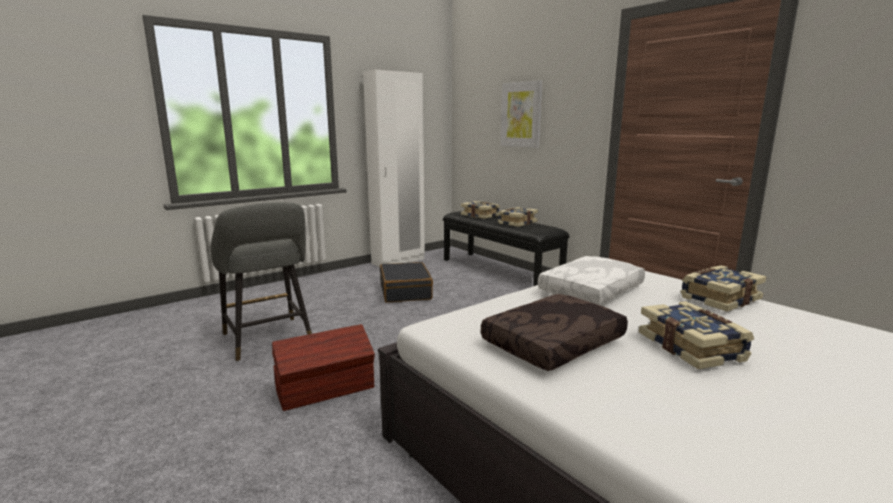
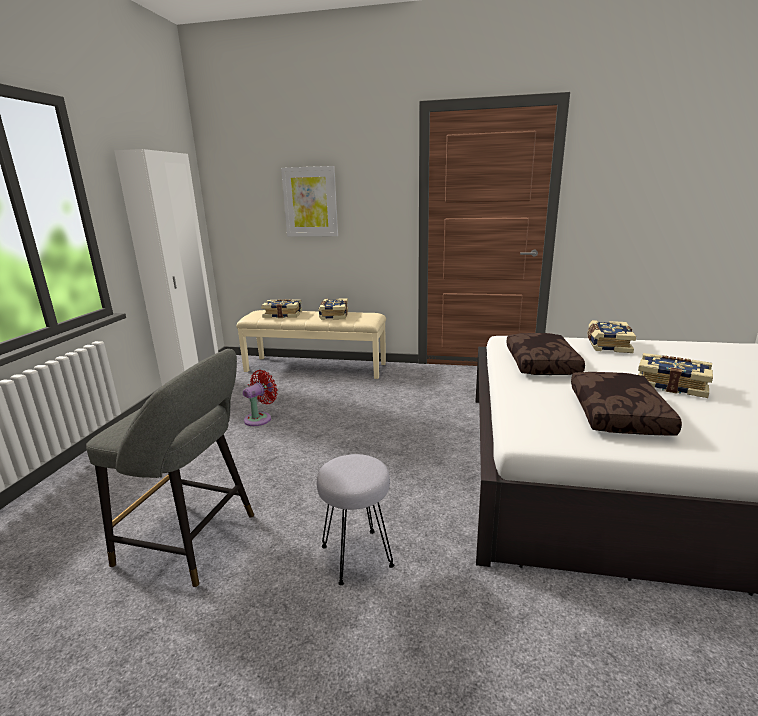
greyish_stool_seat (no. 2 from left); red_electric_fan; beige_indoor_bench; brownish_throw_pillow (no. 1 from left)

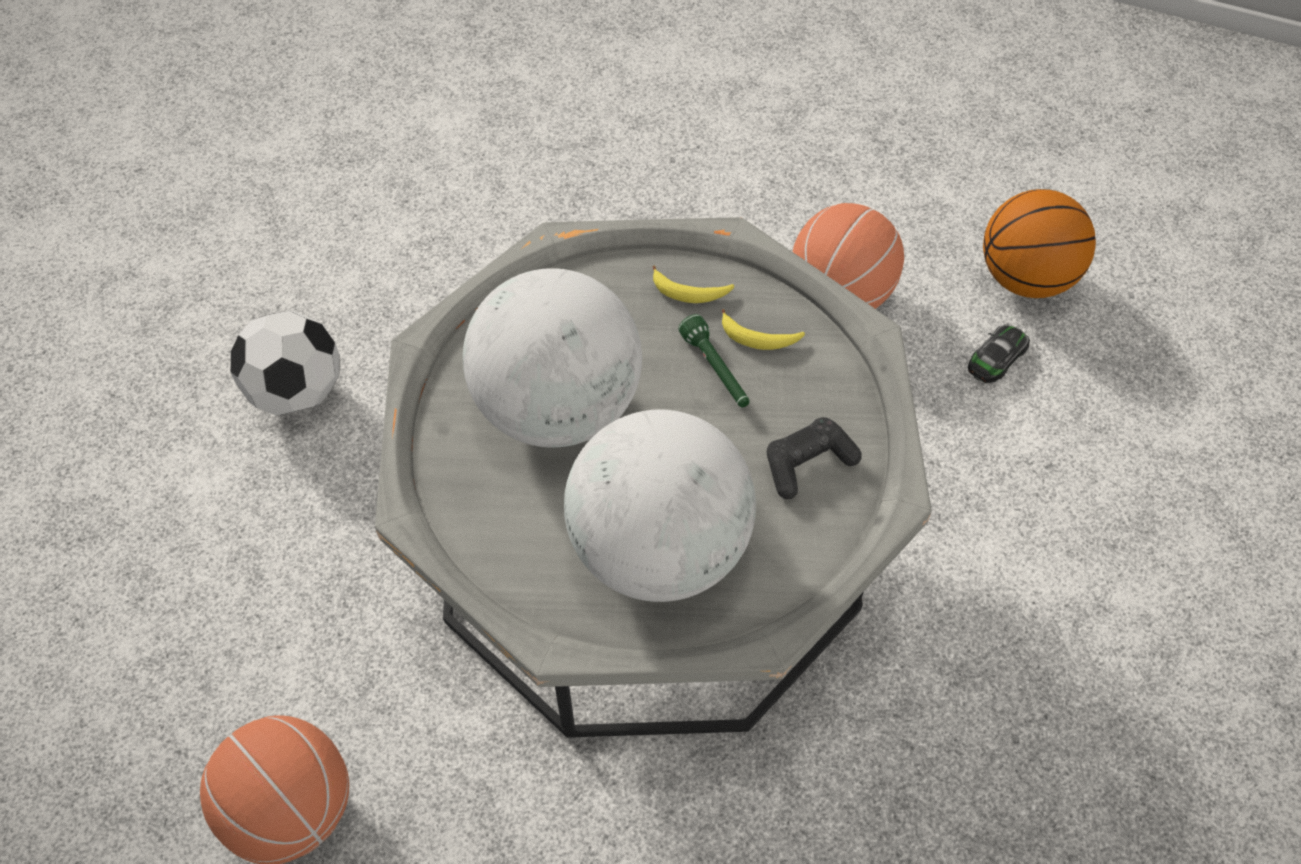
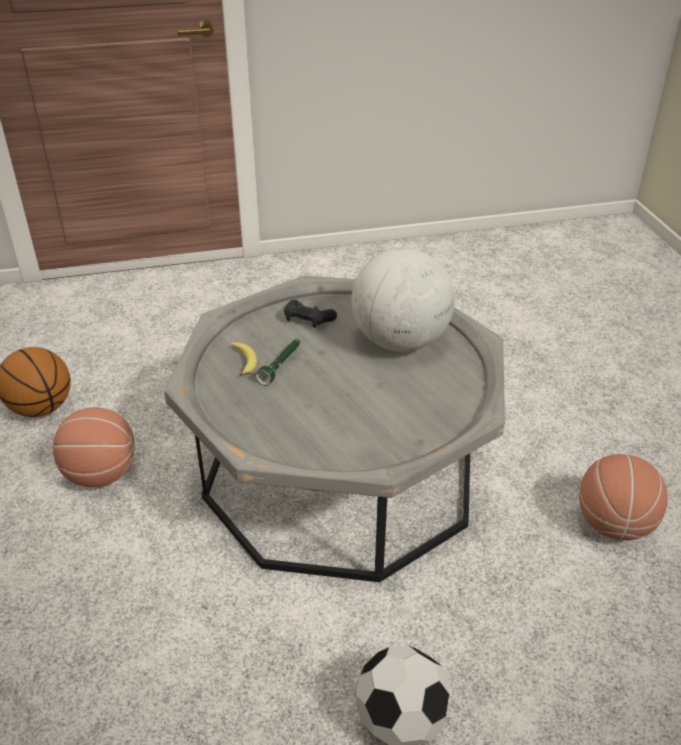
world_globe (no. 1 from left in the first image); banana_fruit (no. 1 from left in the first image); model_car

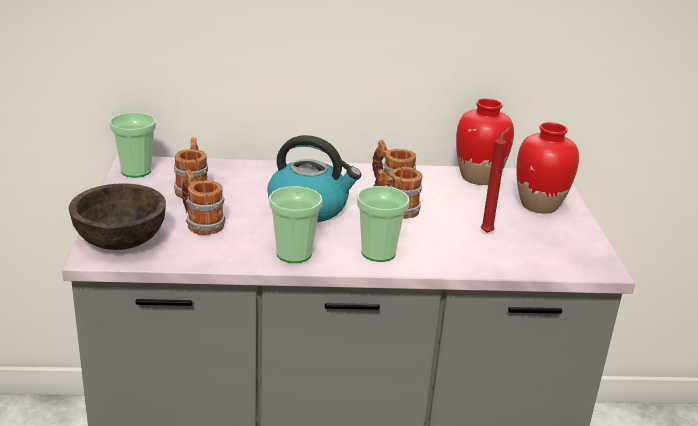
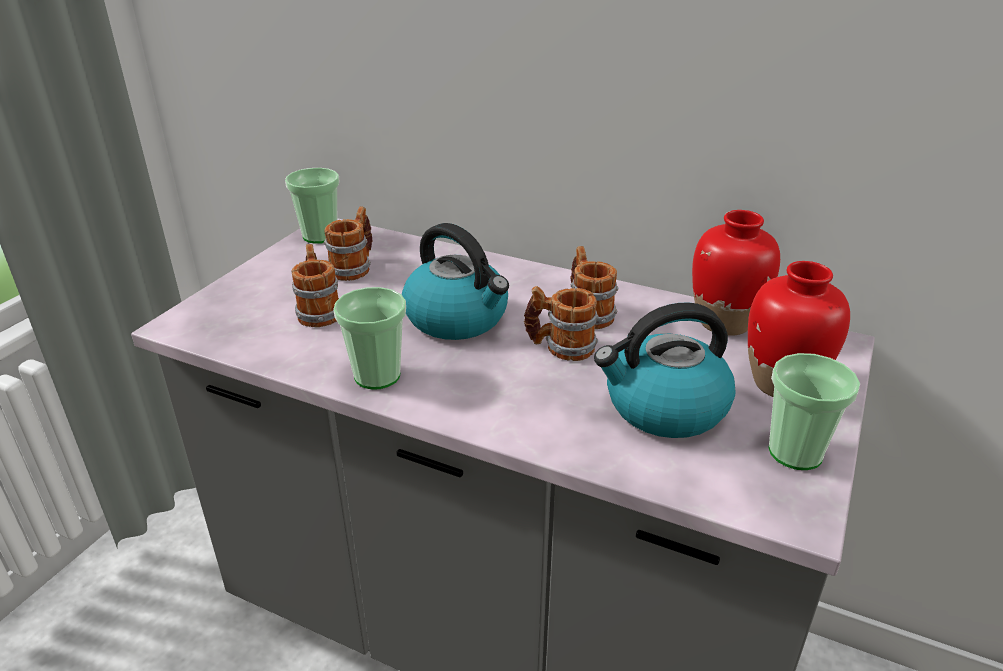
brownish_bowl; cup (no. 3 from left); water_kettle (no. 2 from left)

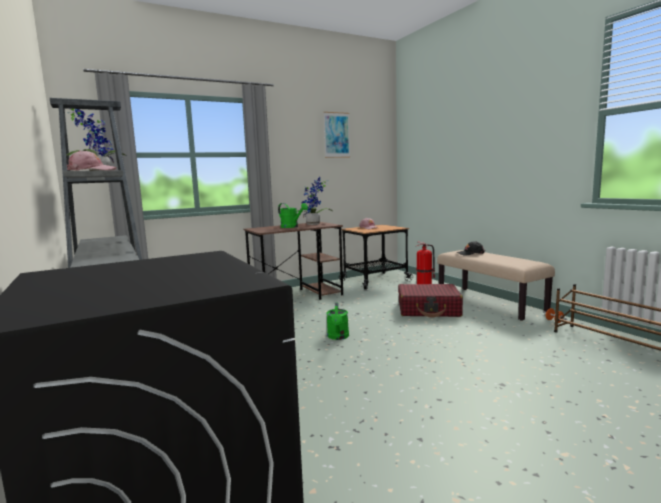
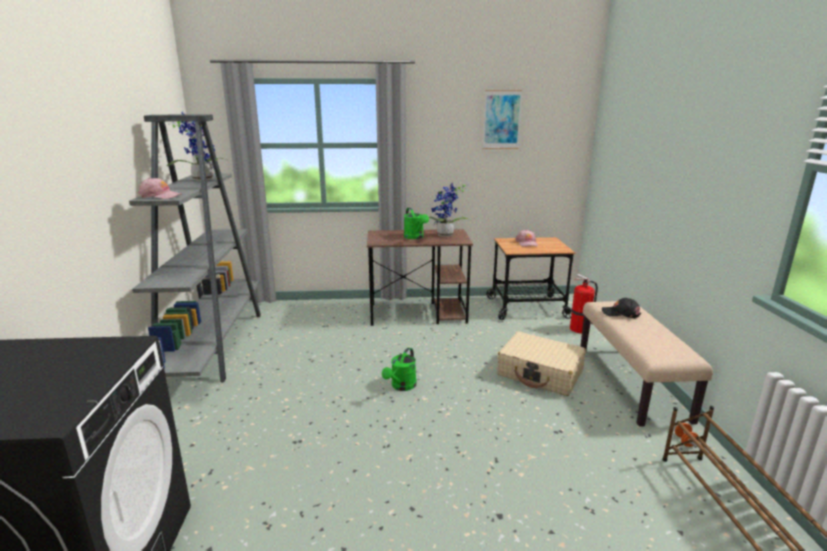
beige_travel_case

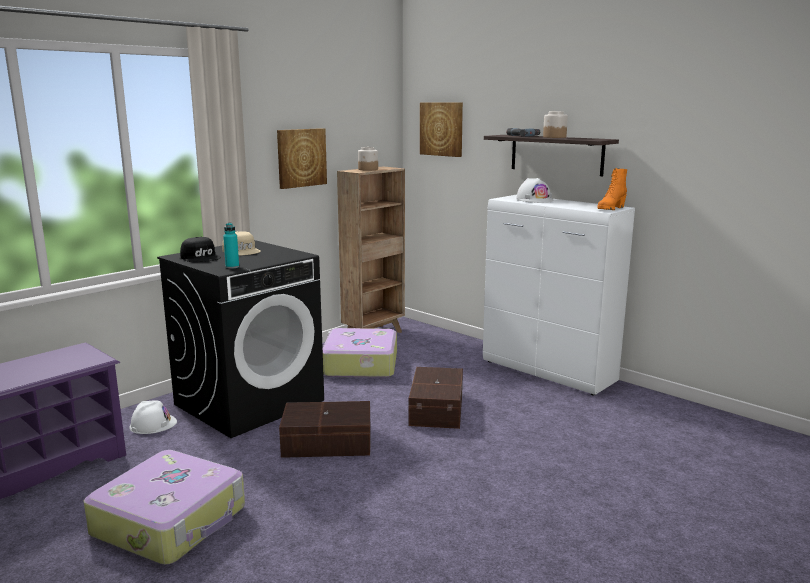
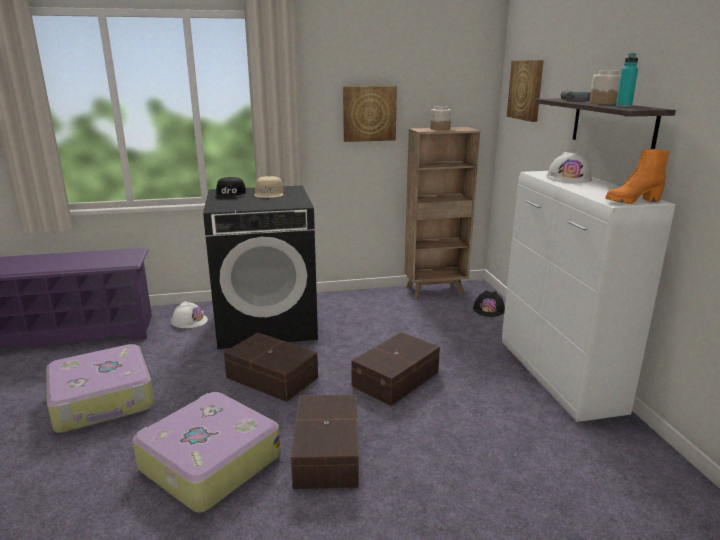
brownish_storage_bin (no. 2 from left); black_hard_hat; turquoise_beverage_bottle; travel_case (no. 2 from left)

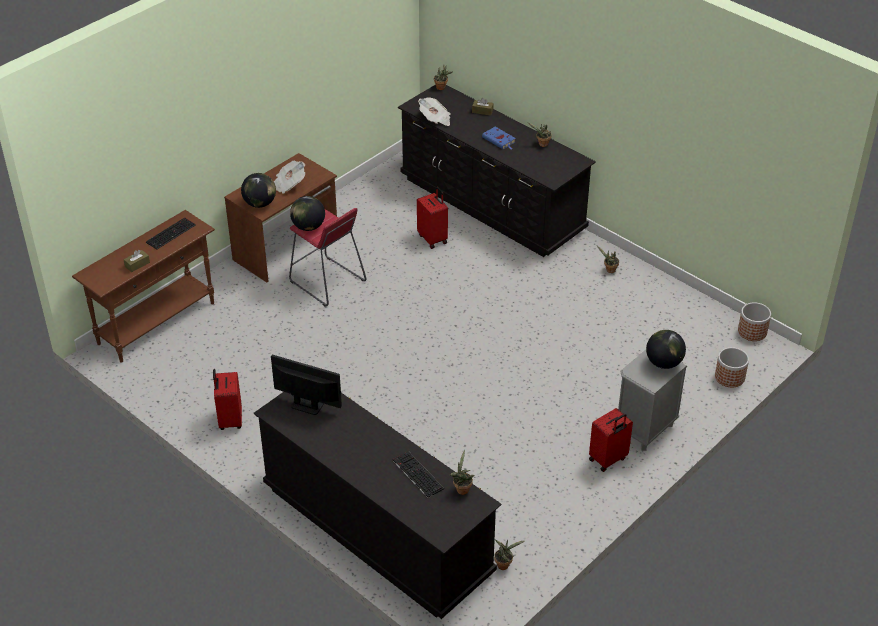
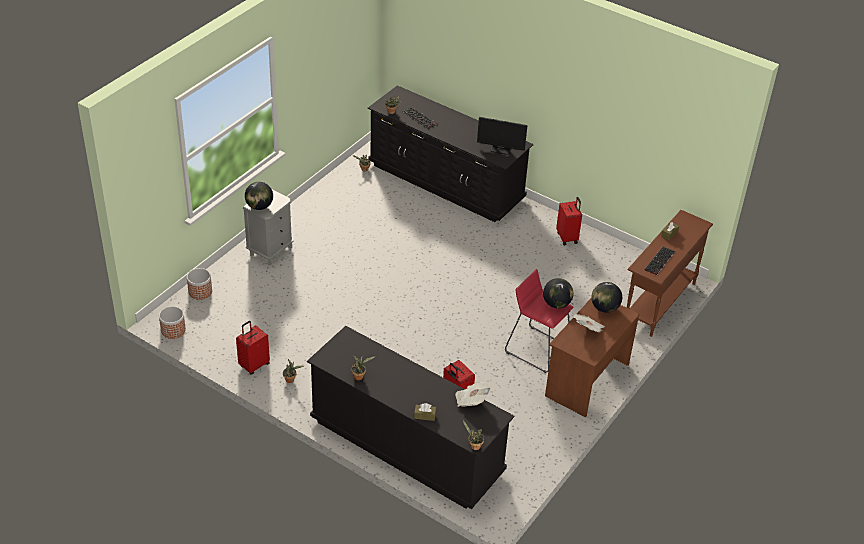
blue-coloured_book; red_travel_case (no. 1 from left)

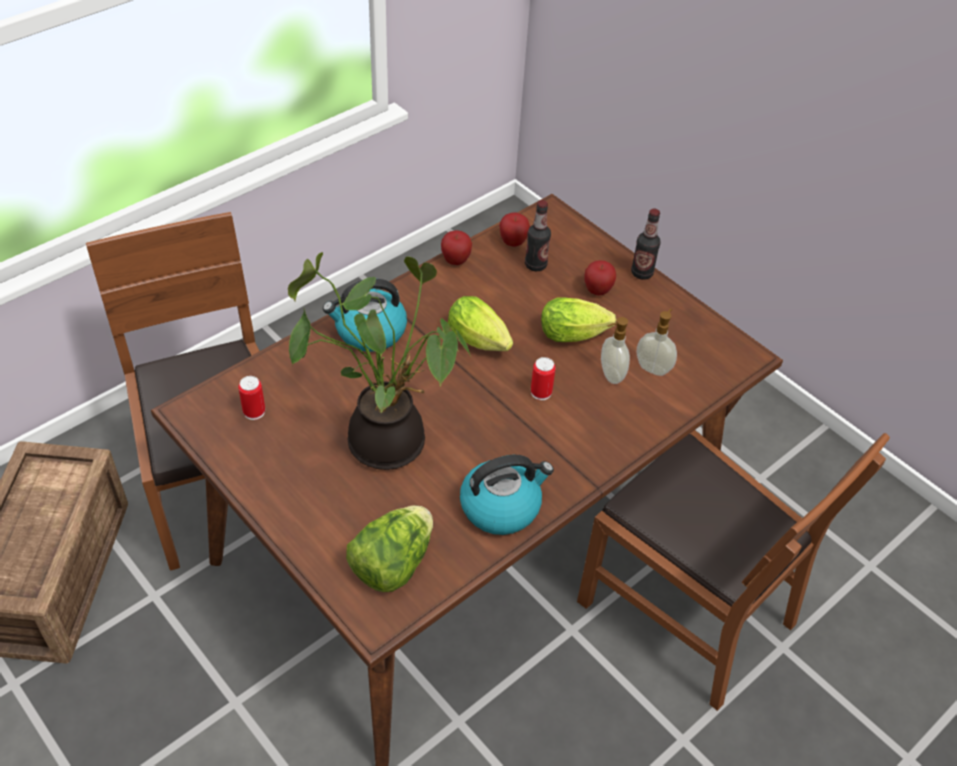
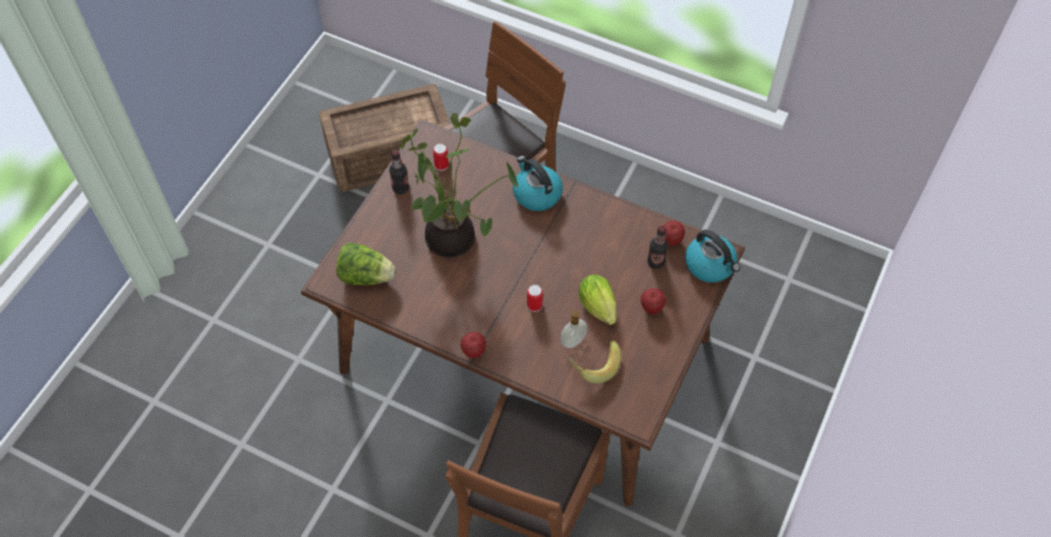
lettuce (no. 2 from left in the first image); apple_fruit (no. 1 from left); water_kettle (no. 2 from left); beverage_bottle (no. 1 from left); banana_fruit

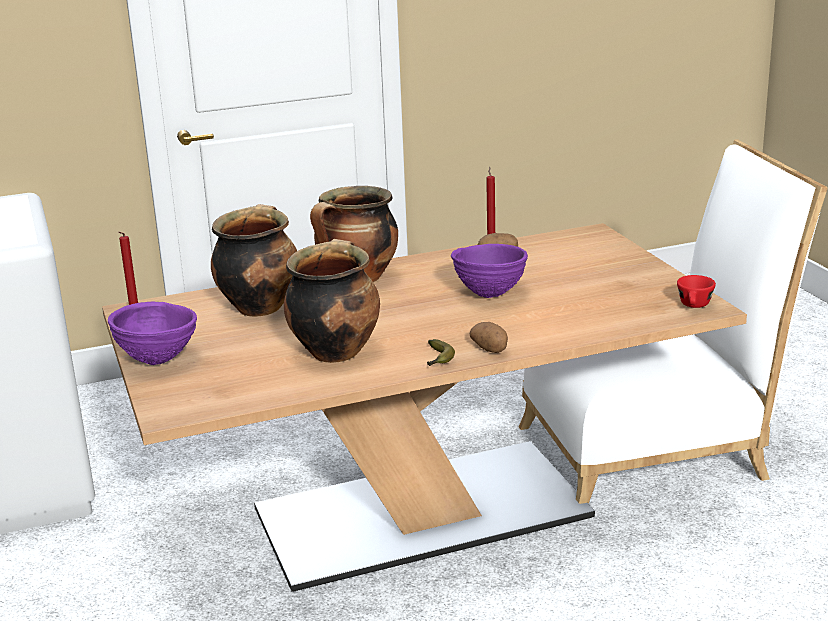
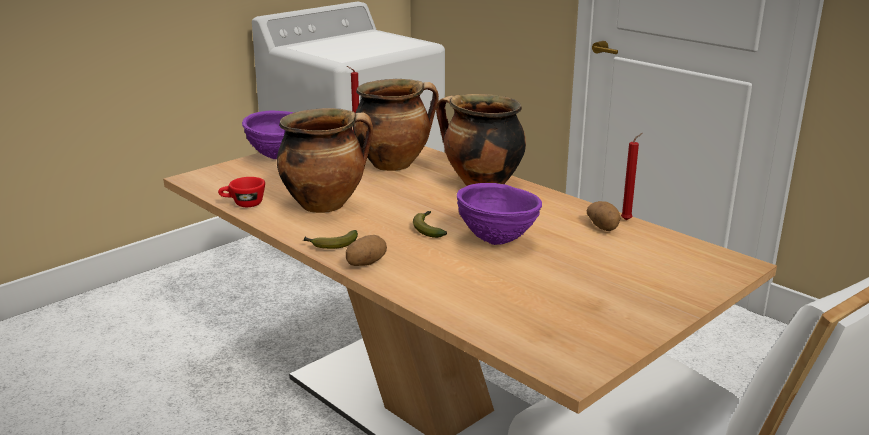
banana_fruit (no. 2 from left); red_cup

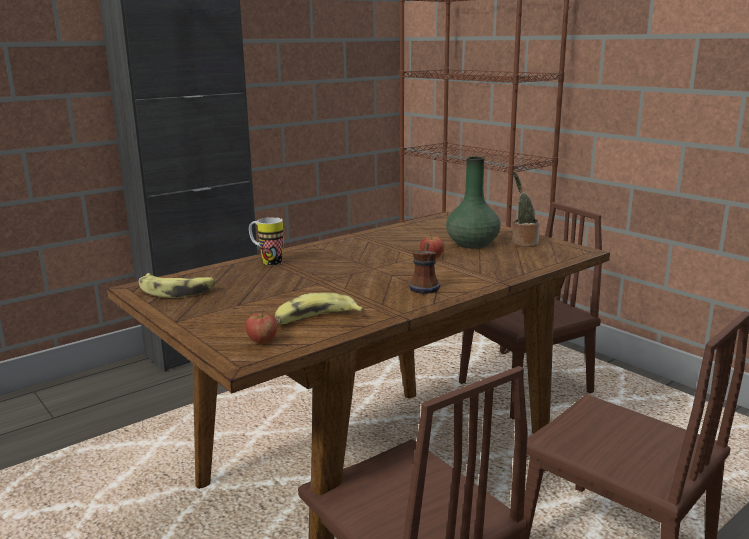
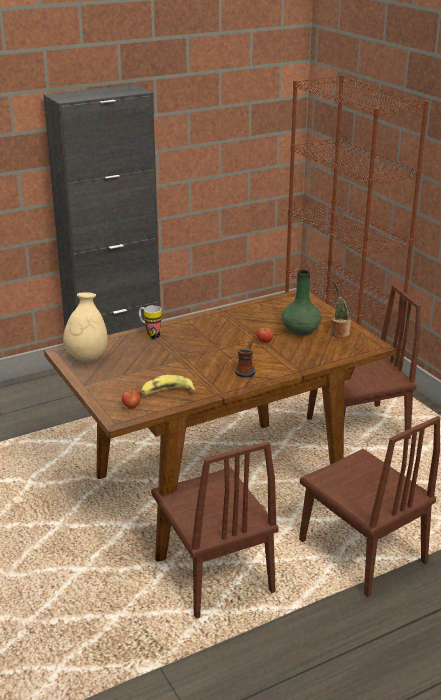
beige_decorative_vase

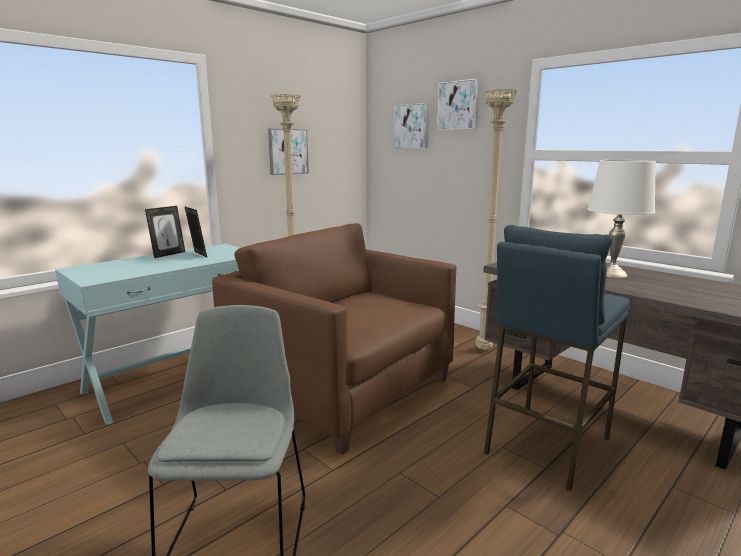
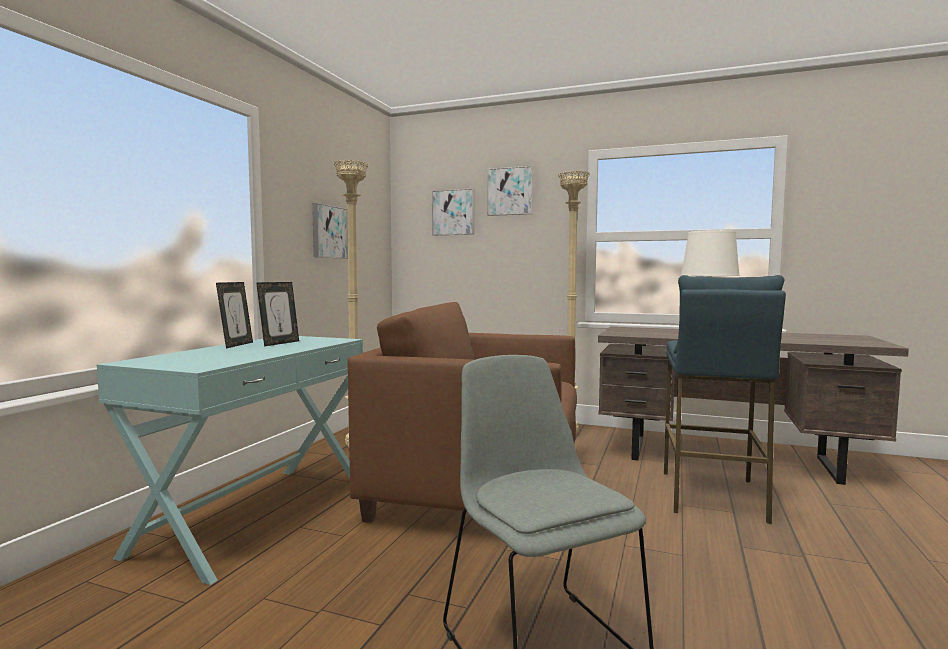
standing_frame (no. 2 from left)

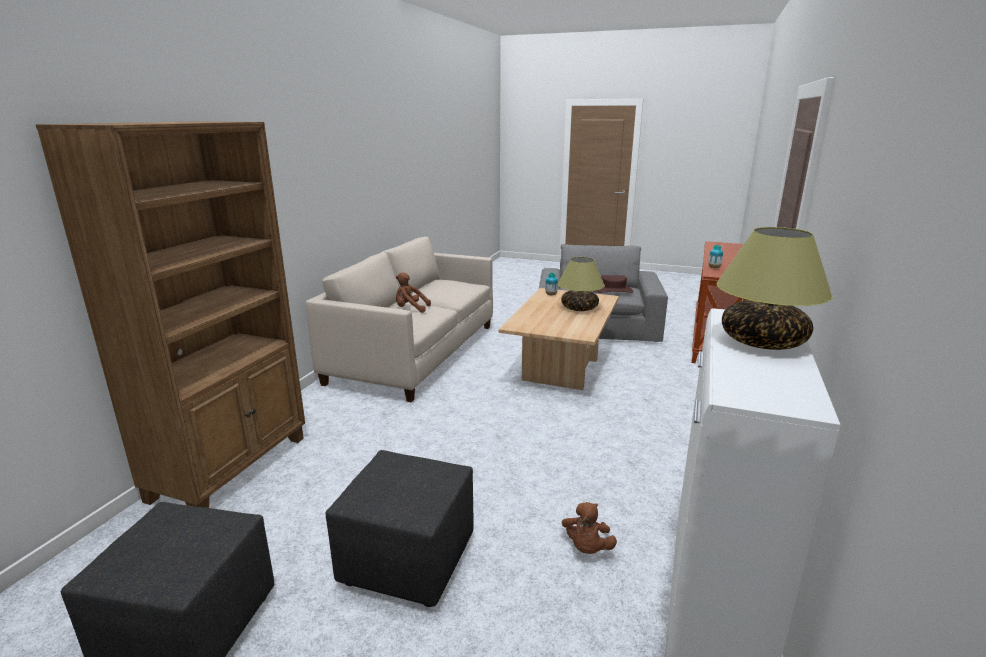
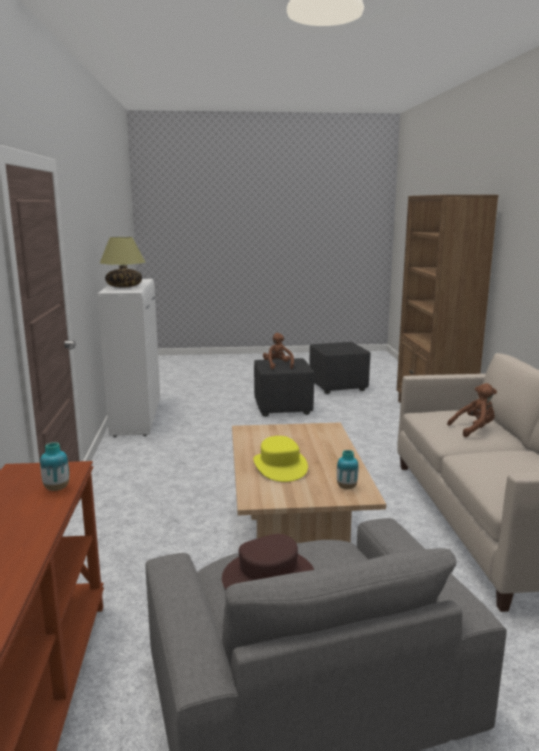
brownish_soft_toy (no. 1 from left); yellow-coloured_clothing_hat

